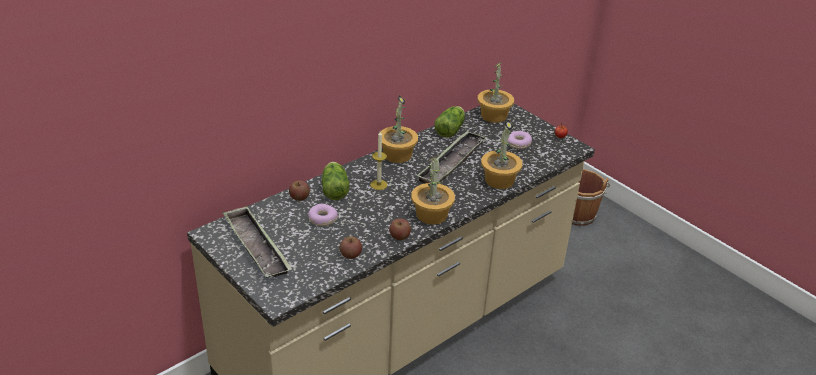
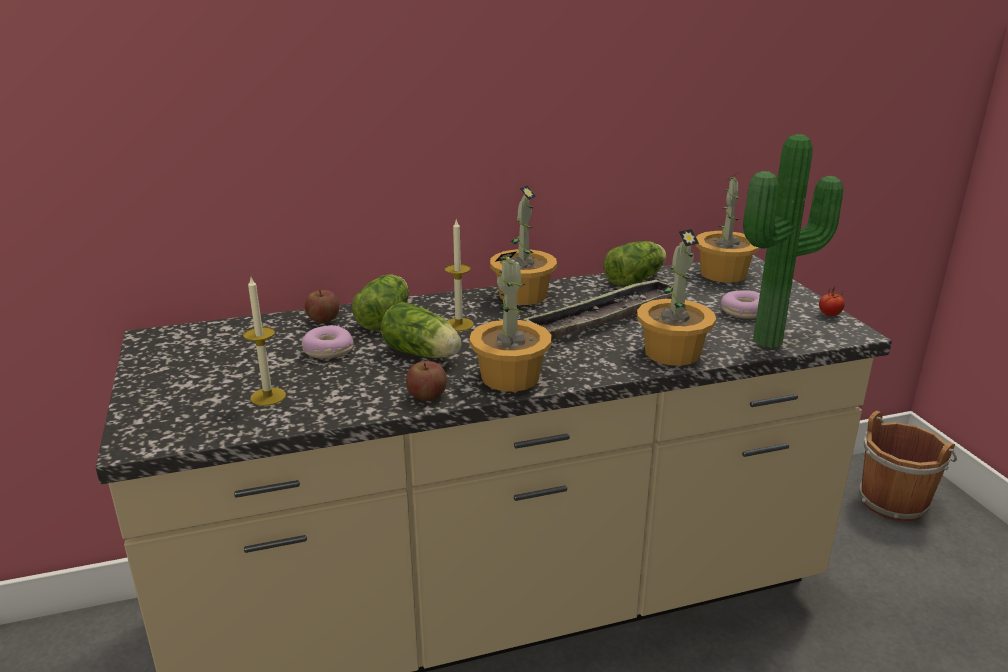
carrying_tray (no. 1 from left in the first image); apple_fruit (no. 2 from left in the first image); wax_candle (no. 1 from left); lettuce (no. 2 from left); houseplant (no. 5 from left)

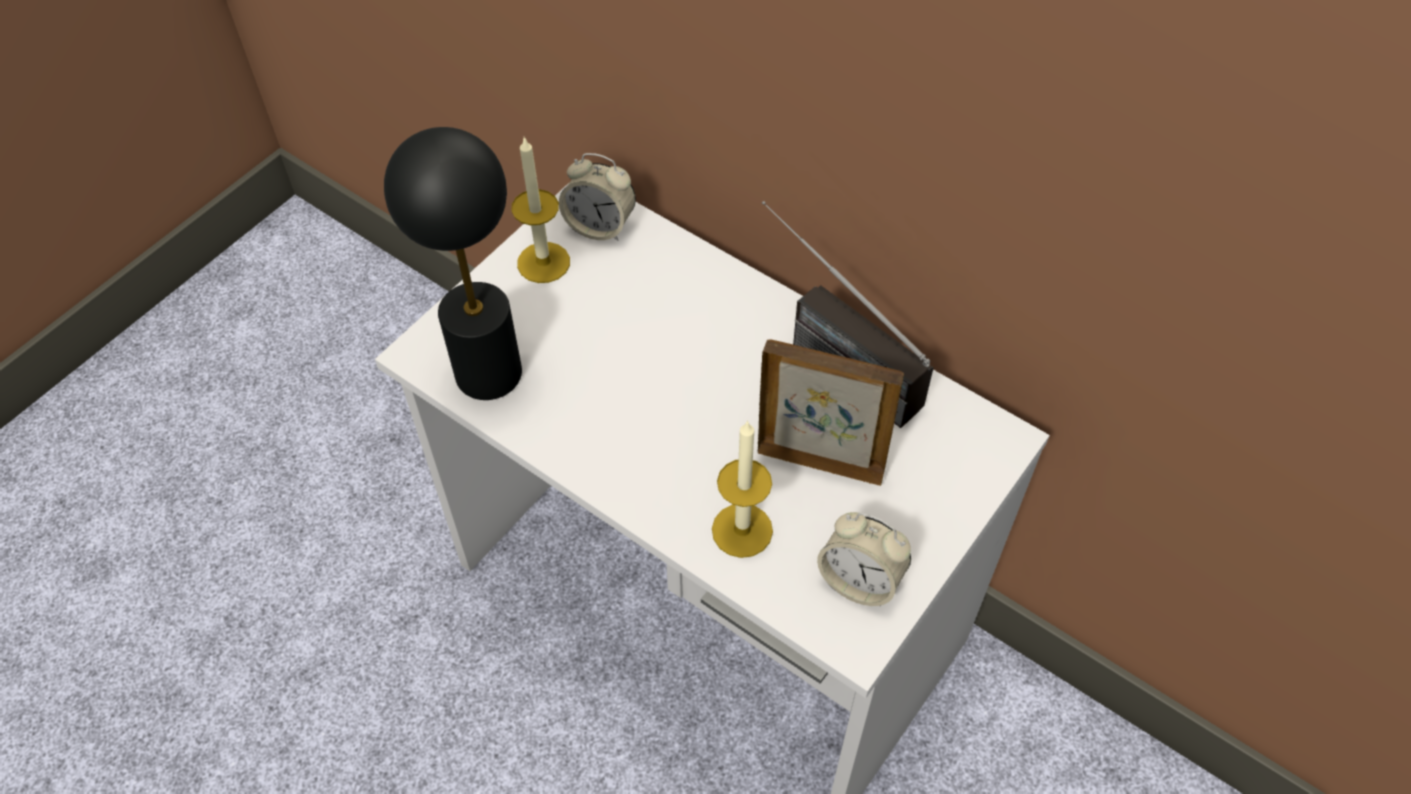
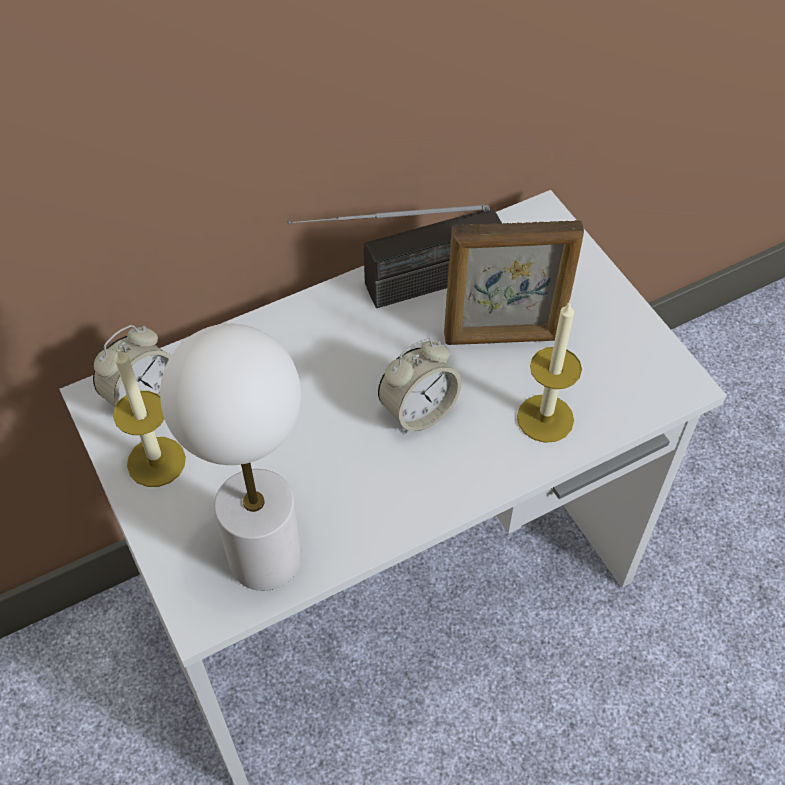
alarm_clock (no. 2 from left); white-coloured_table_lamp; standing_frame

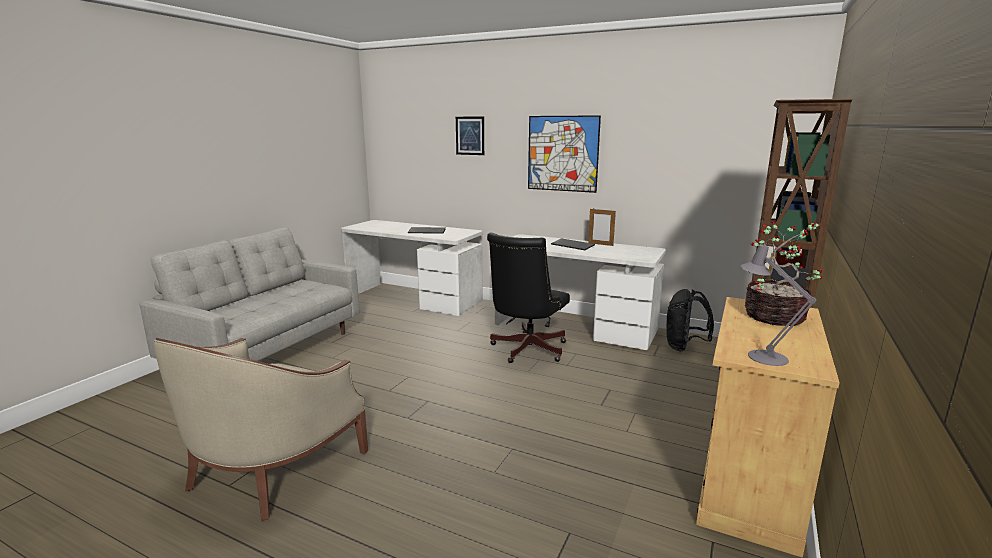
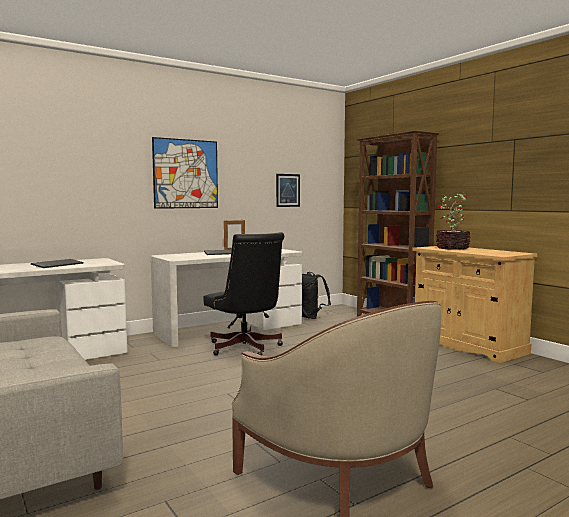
greyish_table_lamp; picture (no. 2 from left)

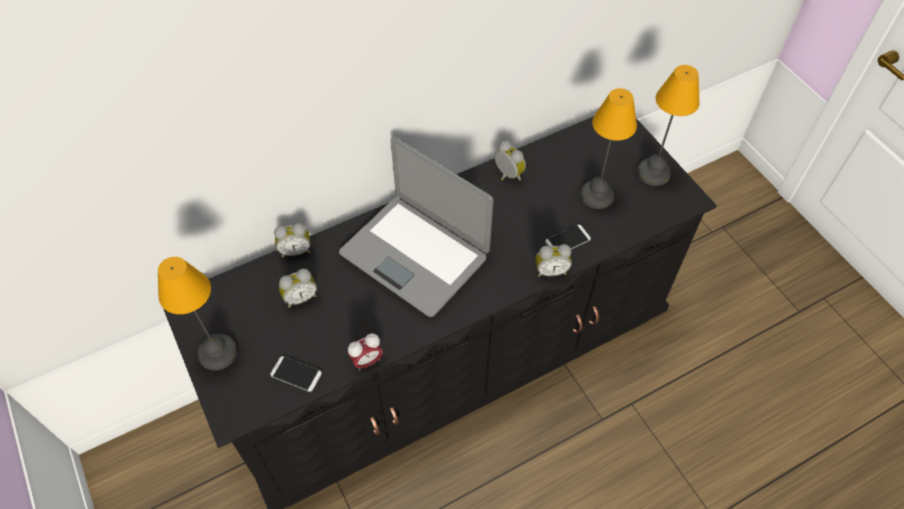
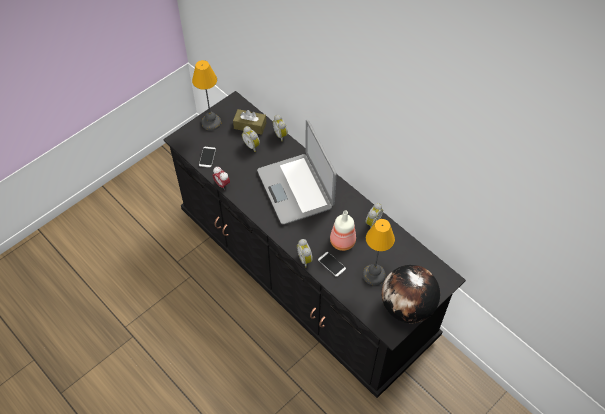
brownish_tissue_box; beverage_bottle; world_globe; notebook_computer

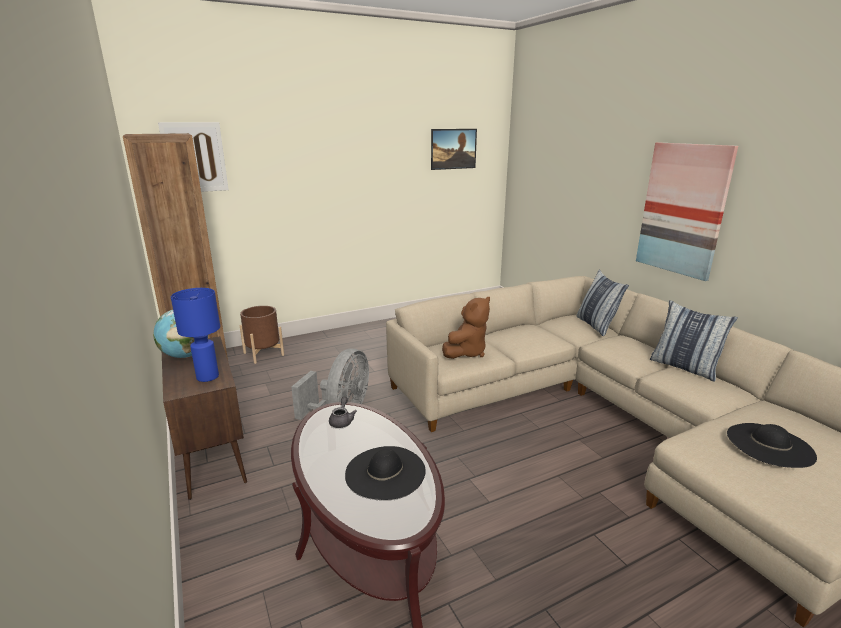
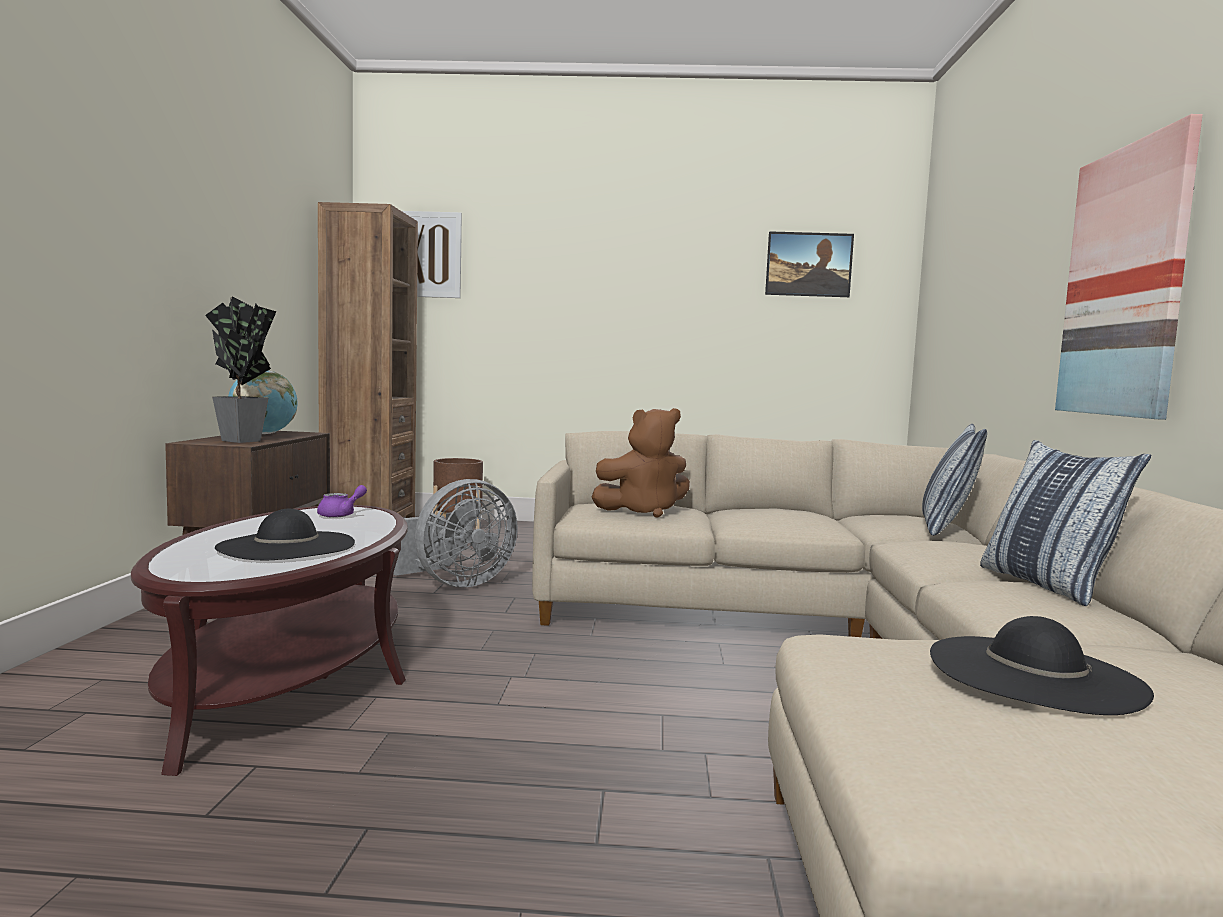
houseplant; purple_teapot

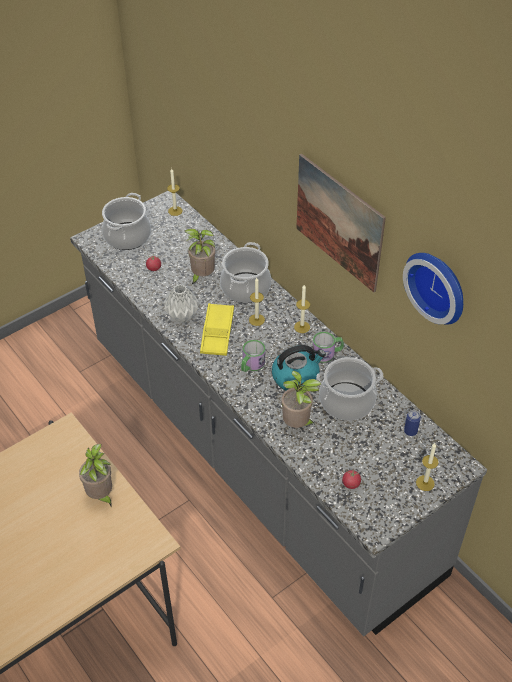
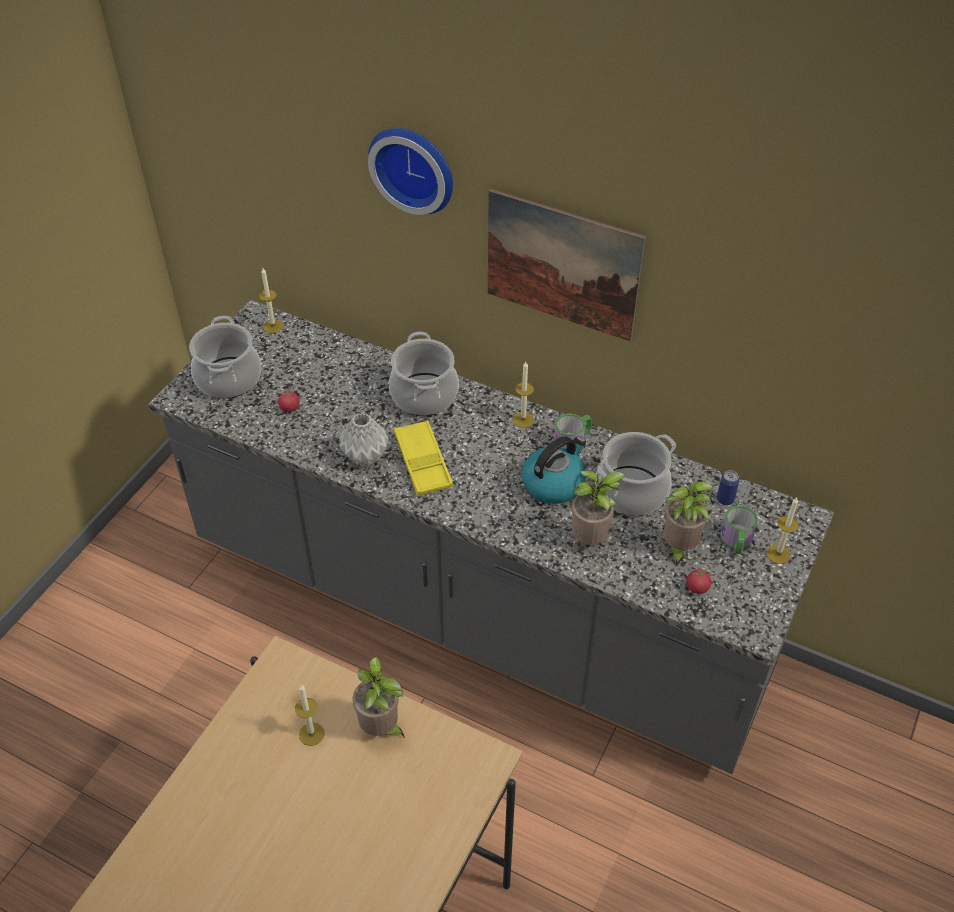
houseplant (no. 3 from left); mug (no. 2 from left); wax_candle (no. 2 from left); hanging_clock

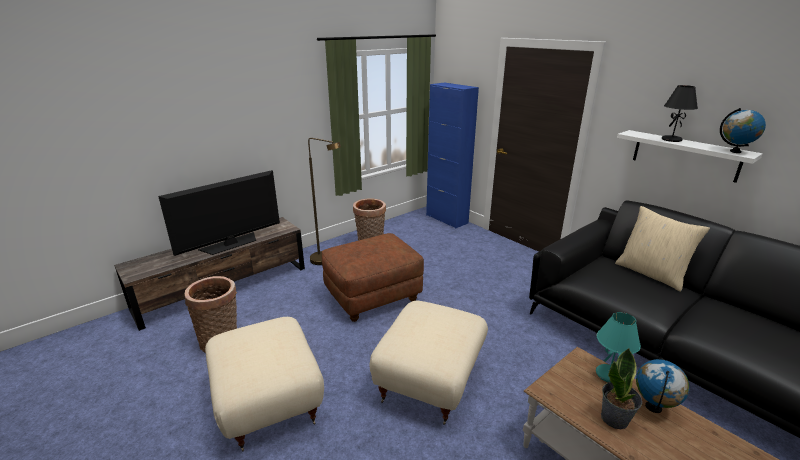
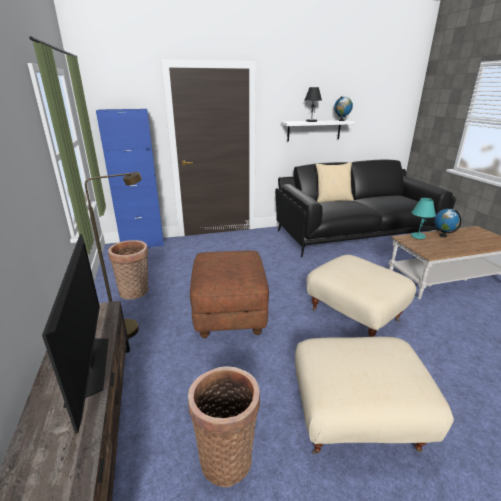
houseplant

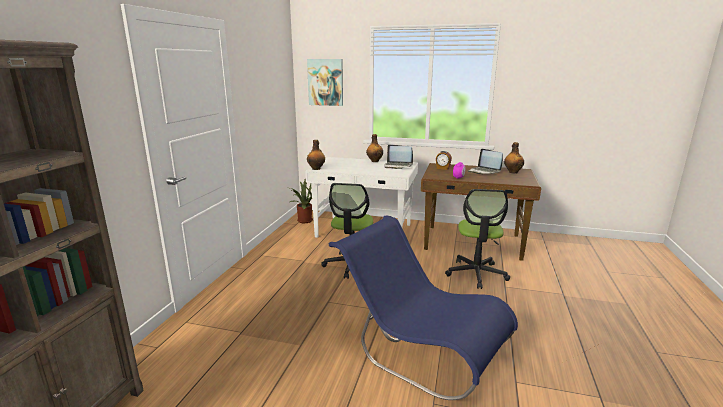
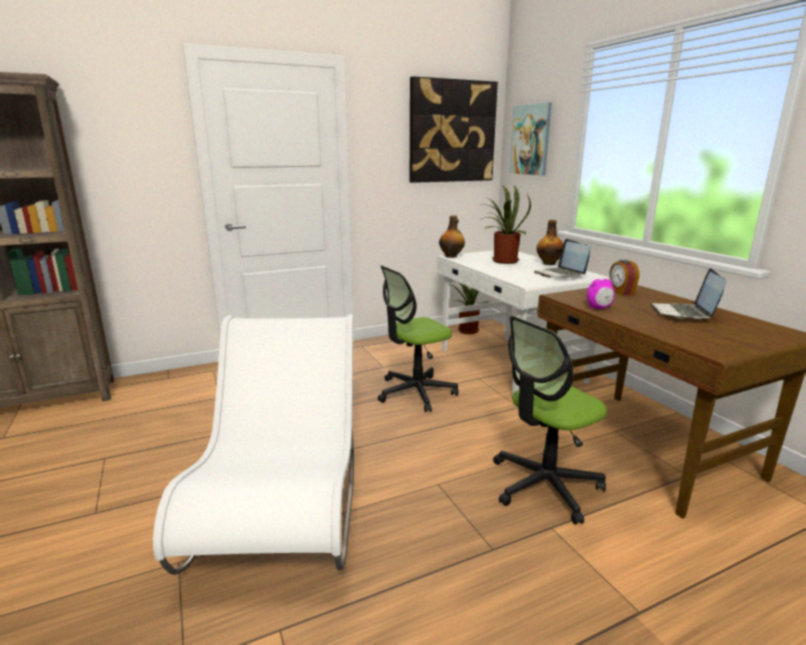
beverage_bottle (no. 3 from left in the first image); picture (no. 1 from left); houseplant (no. 2 from left); white-coloured_chair

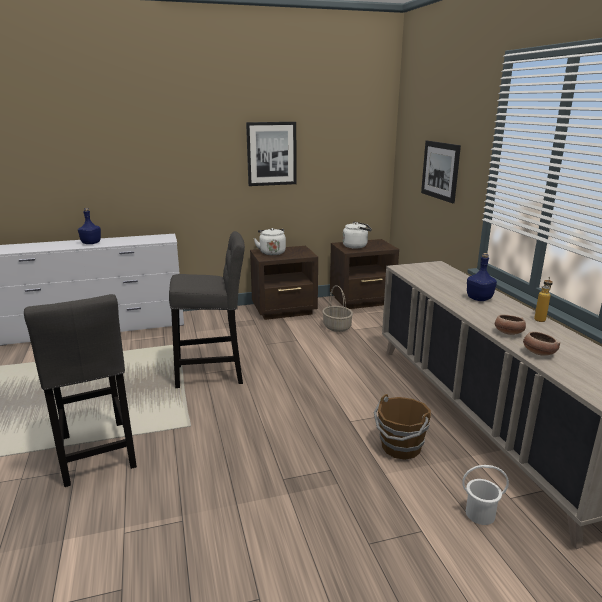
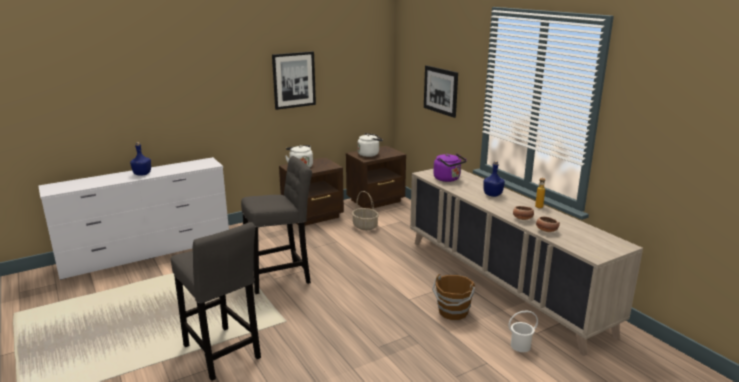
purple_water_kettle

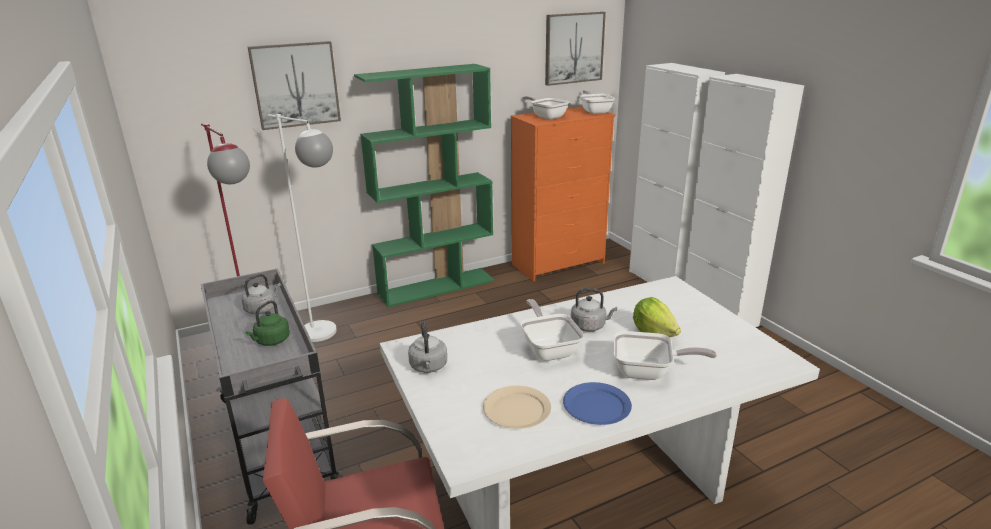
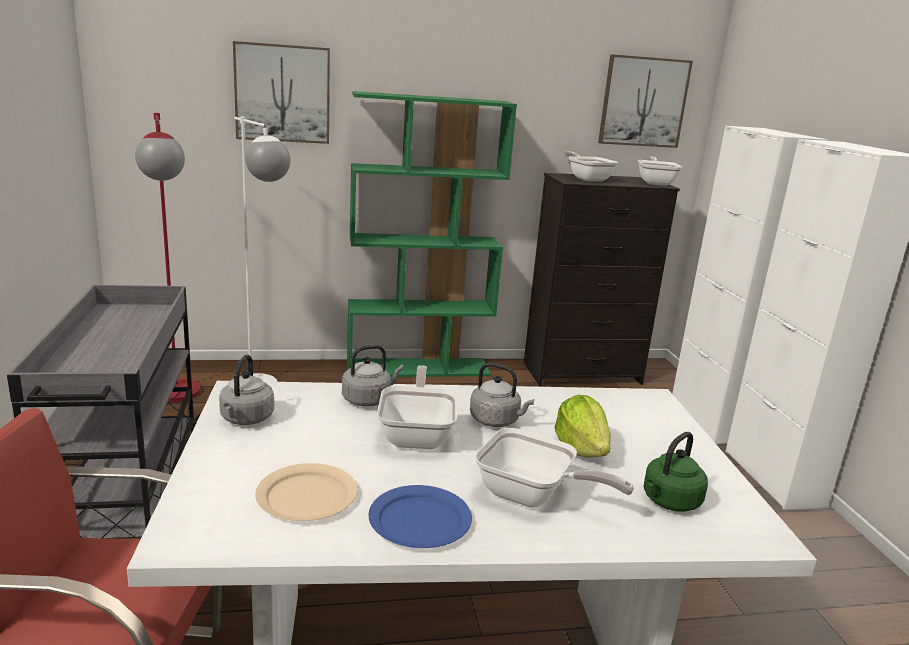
greyish_water_kettle (no. 2 from left); green-coloured_water_kettle; black_dresser

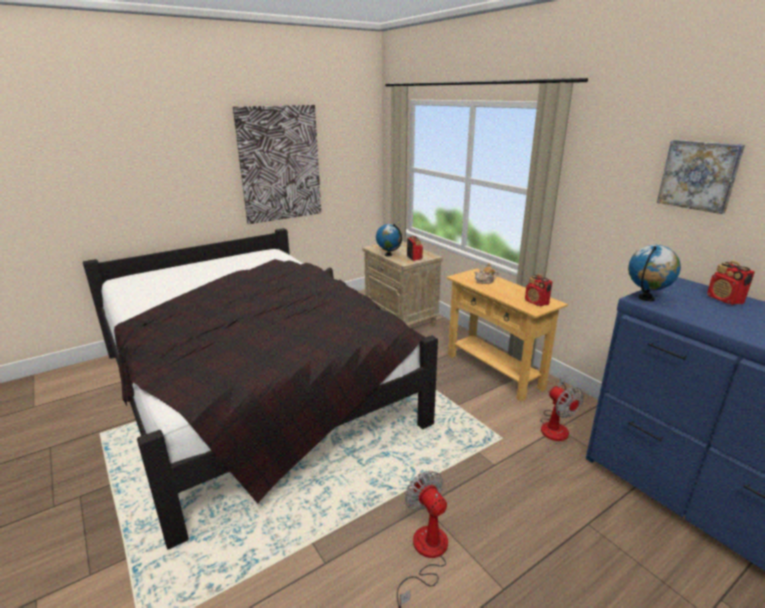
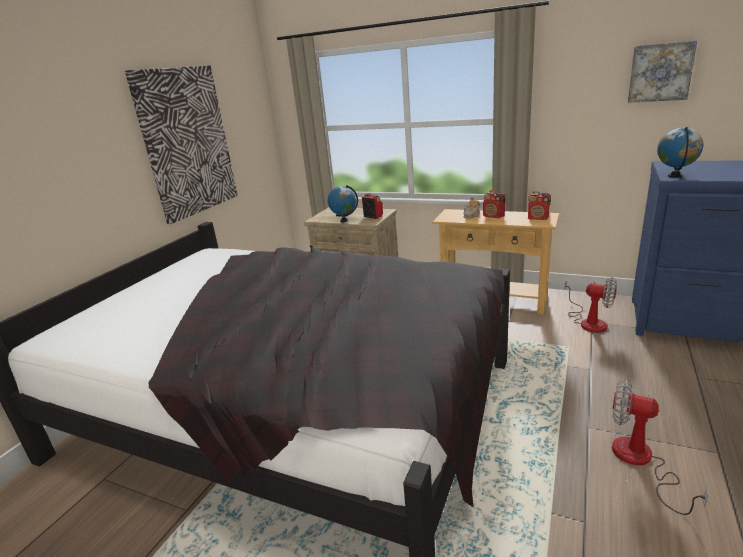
radio (no. 2 from left)

